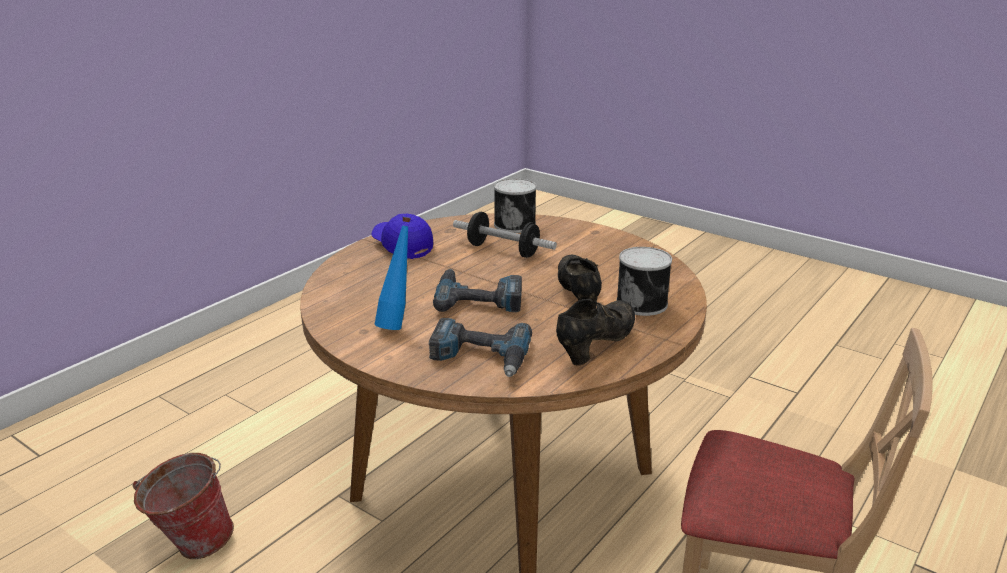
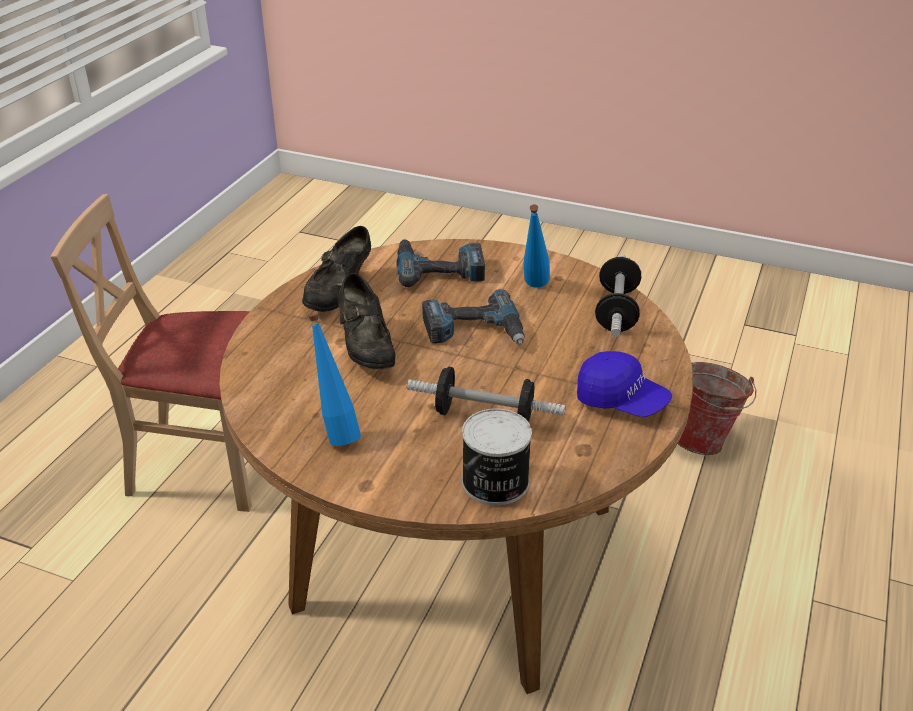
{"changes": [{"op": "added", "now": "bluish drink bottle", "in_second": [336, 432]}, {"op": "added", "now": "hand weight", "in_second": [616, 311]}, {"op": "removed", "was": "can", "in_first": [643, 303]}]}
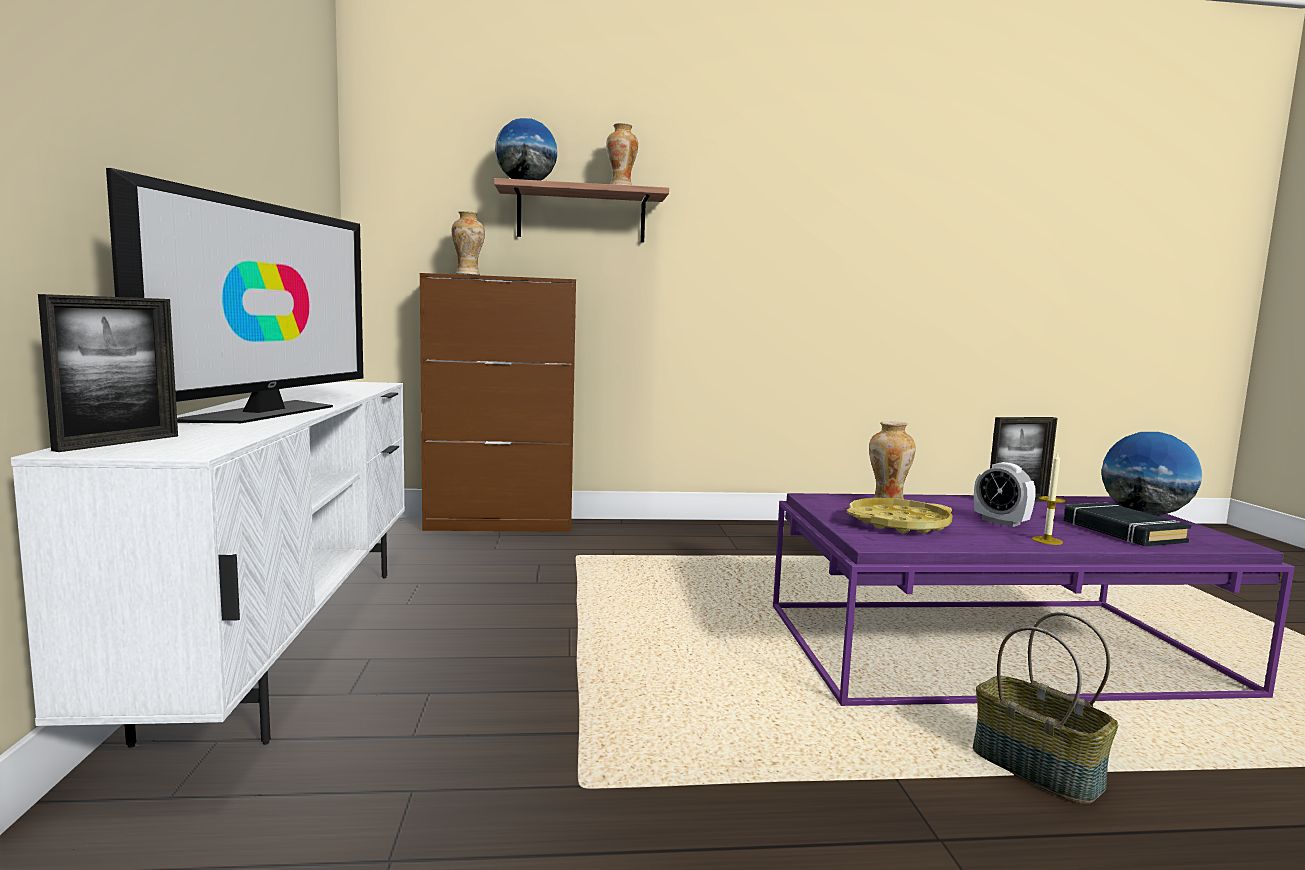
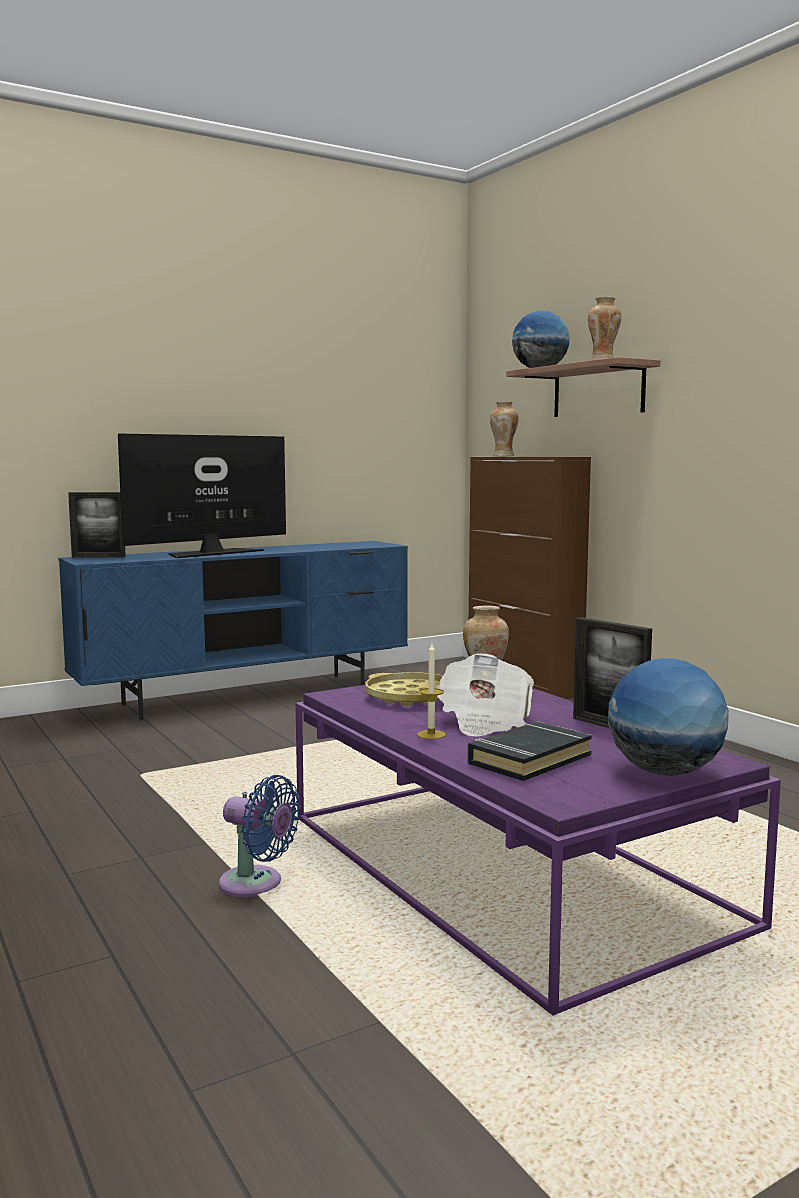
{"changes": [{"op": "recoloured", "was": "white tv unit", "now": "bluish tv unit", "in_first": [290, 640], "in_second": [249, 696]}, {"op": "turned", "was": "television", "in_first": [264, 413], "in_second": [212, 553], "clockwise": 150}, {"op": "replaced", "was": "basket", "now": "bluish fan", "in_first": [1034, 769], "in_second": [256, 884]}, {"op": "replaced", "was": "bedside clock", "now": "daily paper", "in_first": [1001, 522], "in_second": [484, 722]}]}
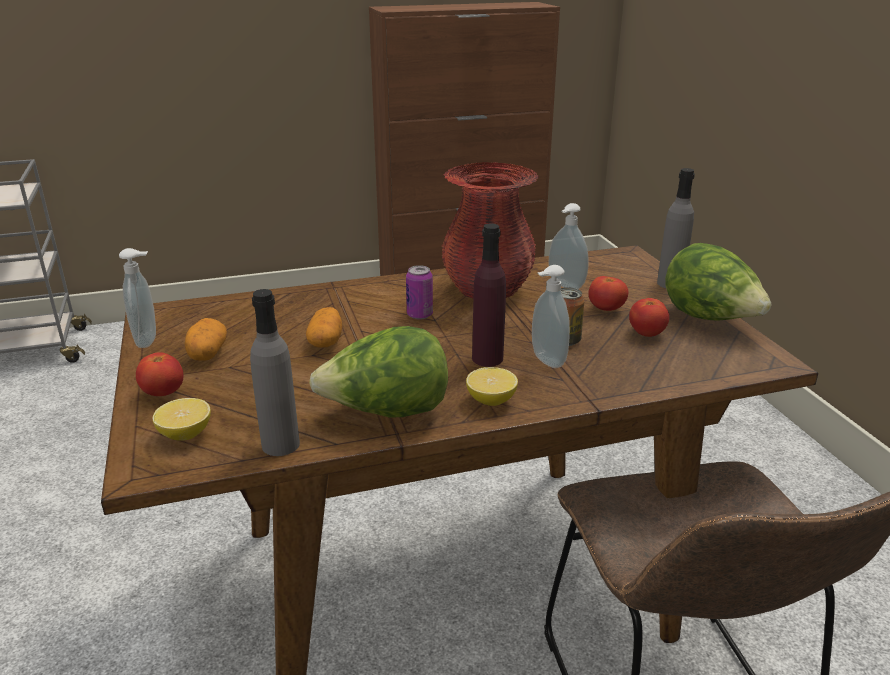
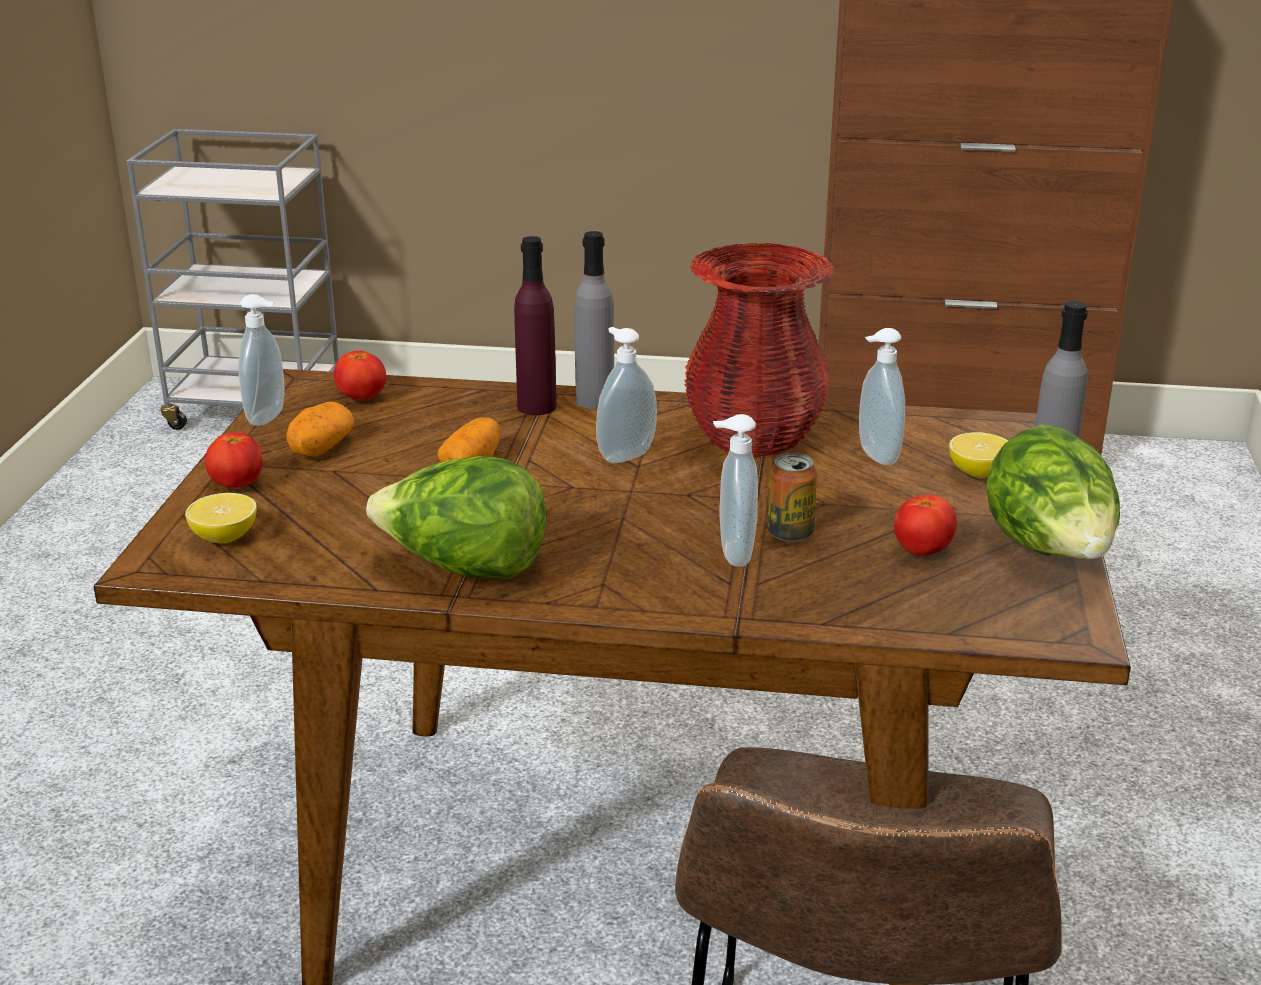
{"changes": [{"op": "moved", "was": "whole tomato", "in_first": [606, 309], "in_second": [362, 398]}, {"op": "moved", "was": "purple drink bottle", "in_first": [487, 358], "in_second": [537, 406]}, {"op": "moved", "was": "gray drink bottle", "in_first": [280, 444], "in_second": [595, 400]}, {"op": "replaced", "was": "can", "now": "soap bottle", "in_first": [419, 315], "in_second": [624, 454]}, {"op": "moved", "was": "lemon", "in_first": [491, 401], "in_second": [978, 473]}]}
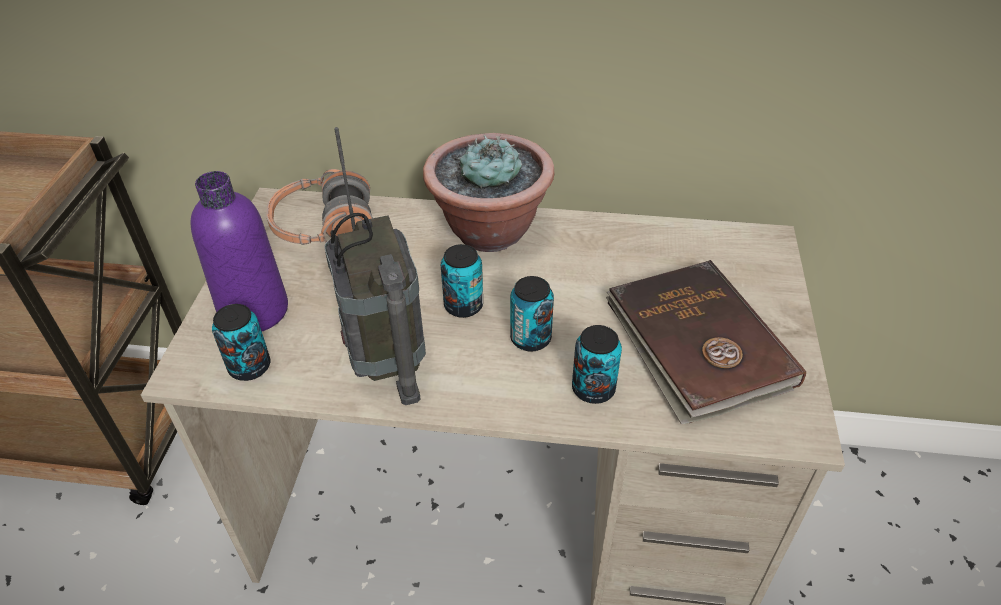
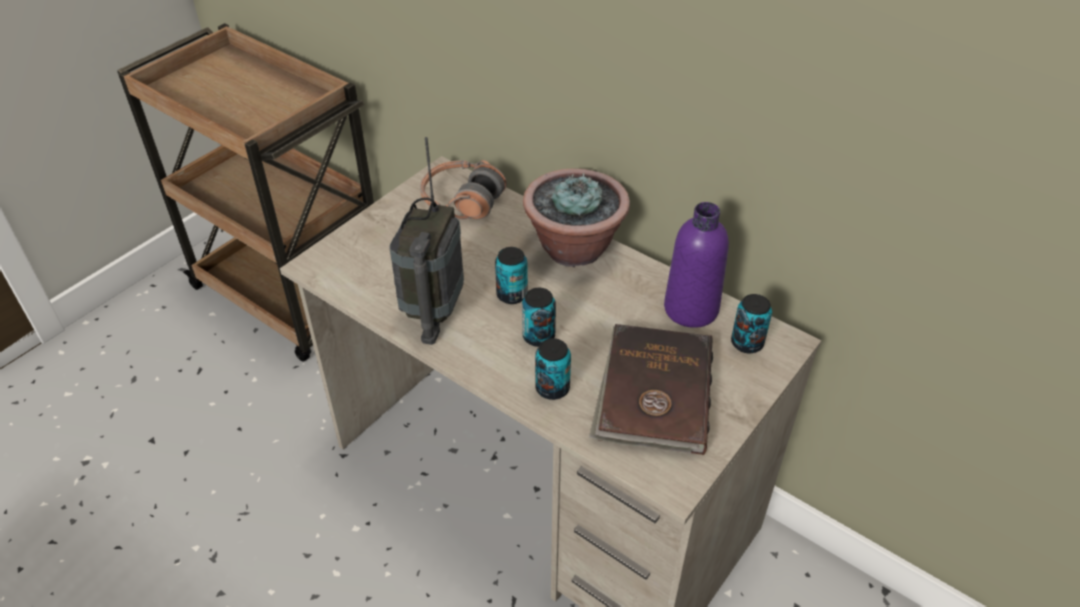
{"changes": [{"op": "moved", "was": "purple drink bottle", "in_first": [254, 310], "in_second": [691, 309]}, {"op": "moved", "was": "can", "in_first": [249, 367], "in_second": [747, 343]}]}
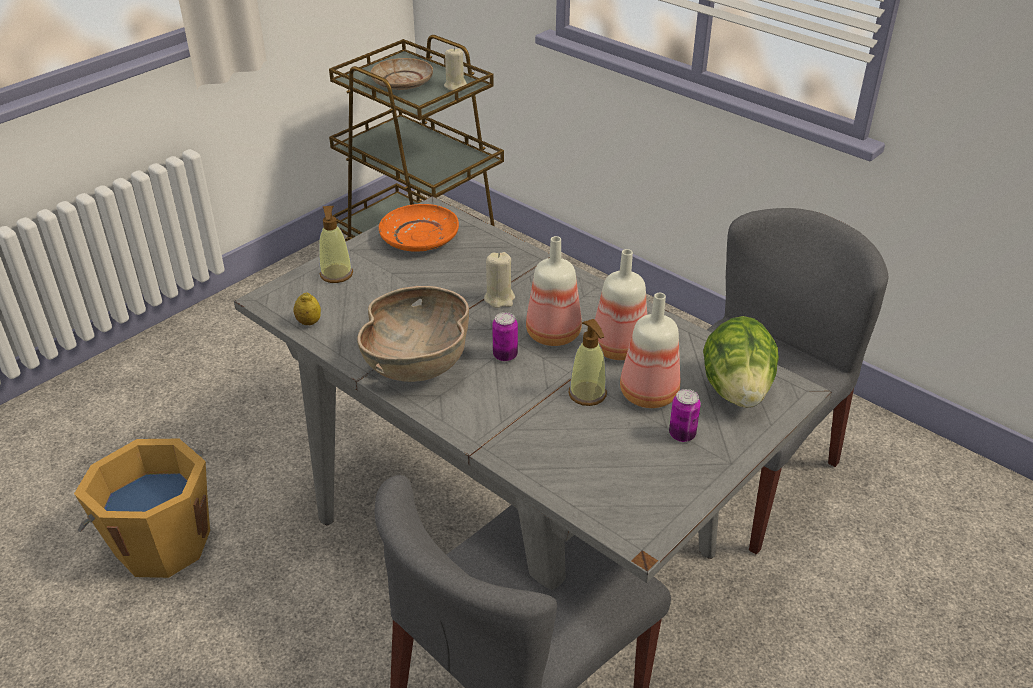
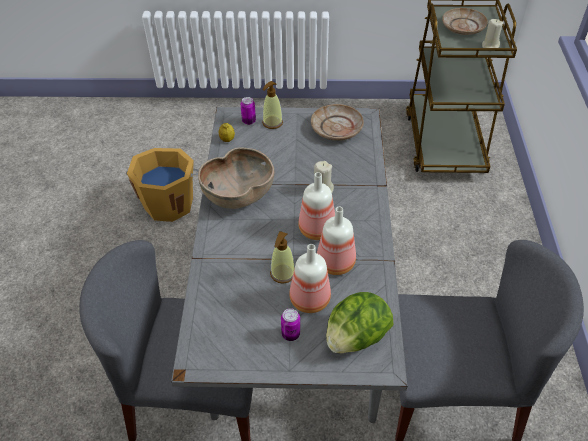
{"changes": [{"op": "moved", "was": "can", "in_first": [505, 355], "in_second": [249, 121]}, {"op": "recoloured", "was": "orangey dinner plate", "now": "sand-coloured dinner plate", "in_first": [420, 238], "in_second": [336, 128]}]}
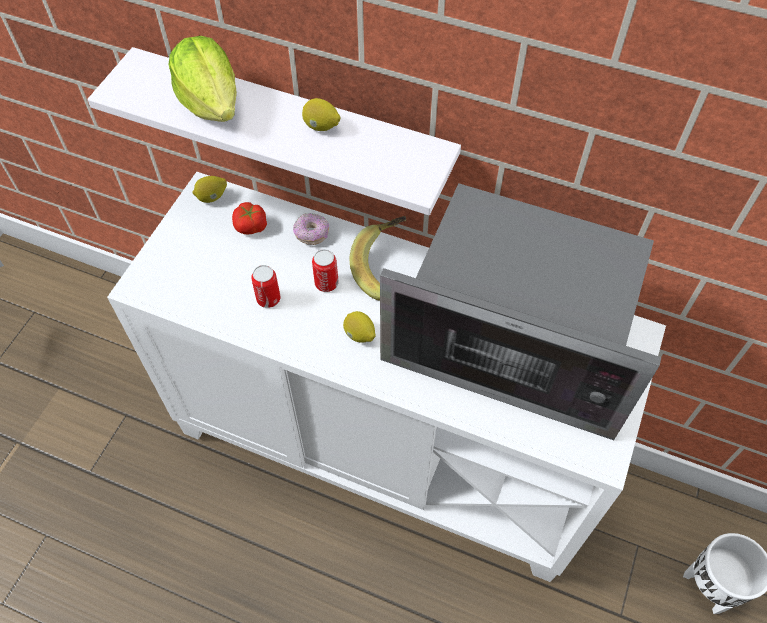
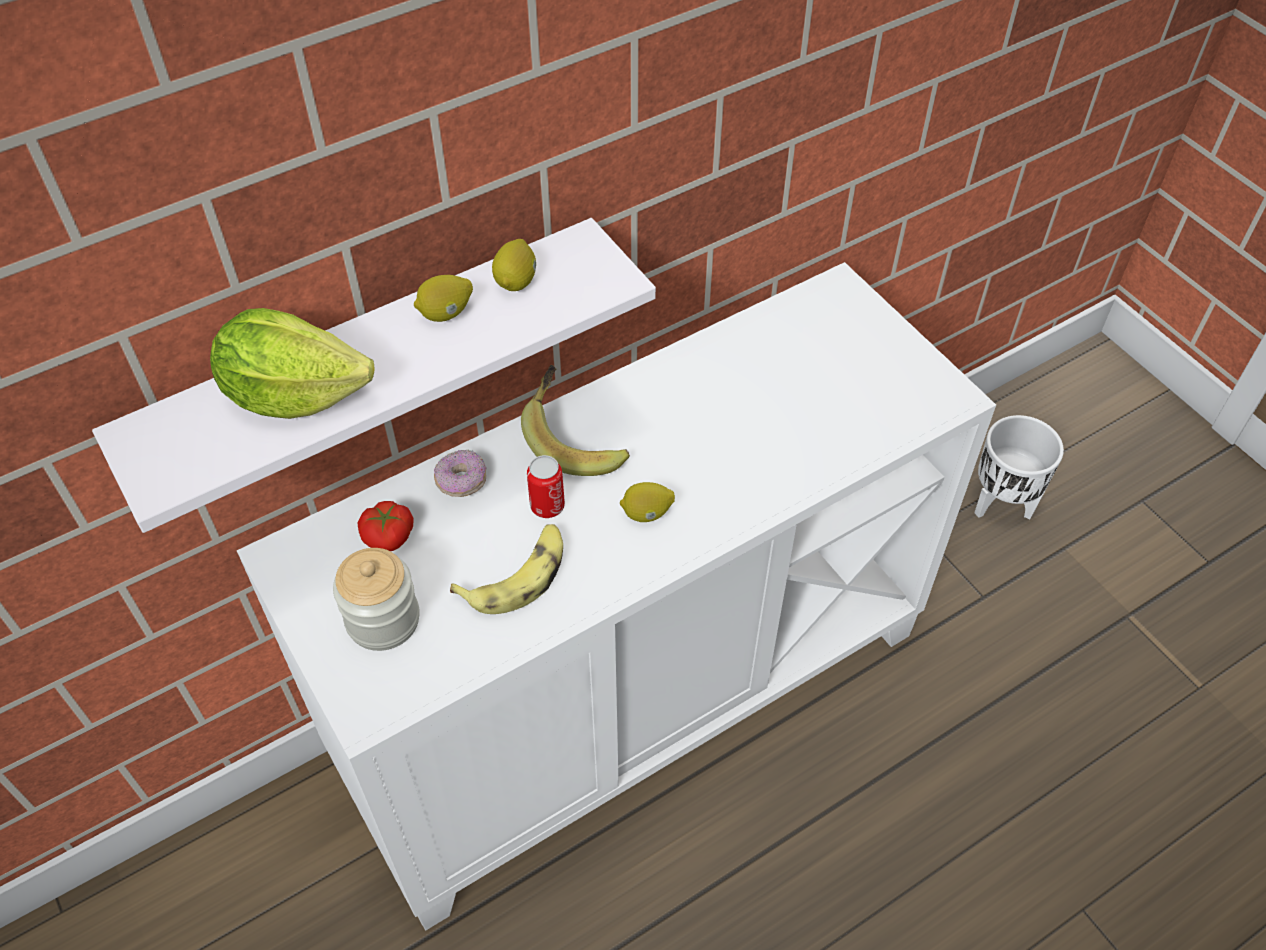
{"changes": [{"op": "added", "now": "jar", "in_second": [383, 620]}, {"op": "replaced", "was": "can", "now": "whole banana", "in_first": [268, 299], "in_second": [517, 575]}, {"op": "moved", "was": "lemon", "in_first": [212, 197], "in_second": [516, 281]}, {"op": "removed", "was": "microwave", "in_first": [512, 348]}]}
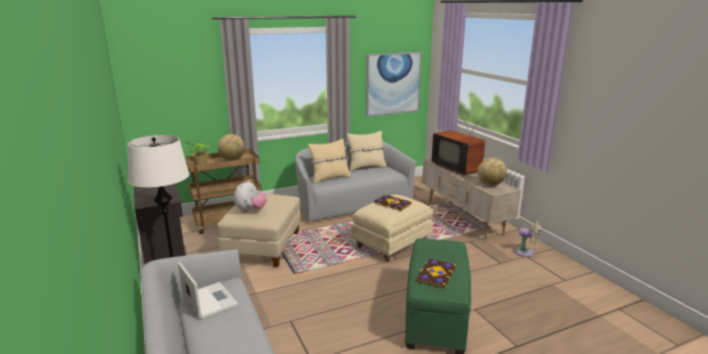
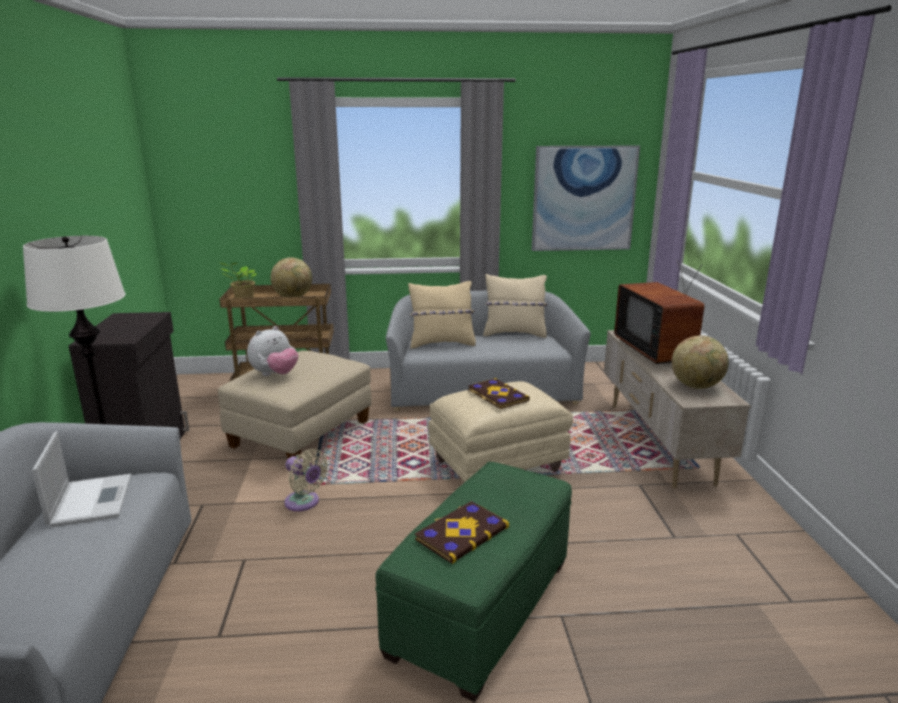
{"changes": [{"op": "moved", "was": "sand-coloured fan", "in_first": [526, 252], "in_second": [304, 503]}]}
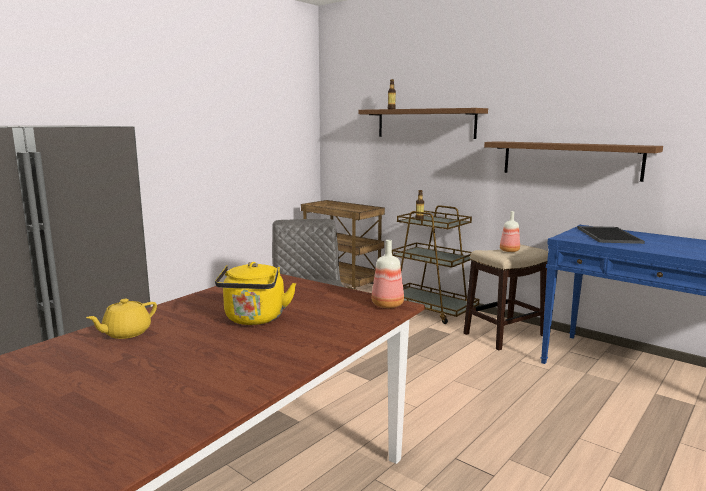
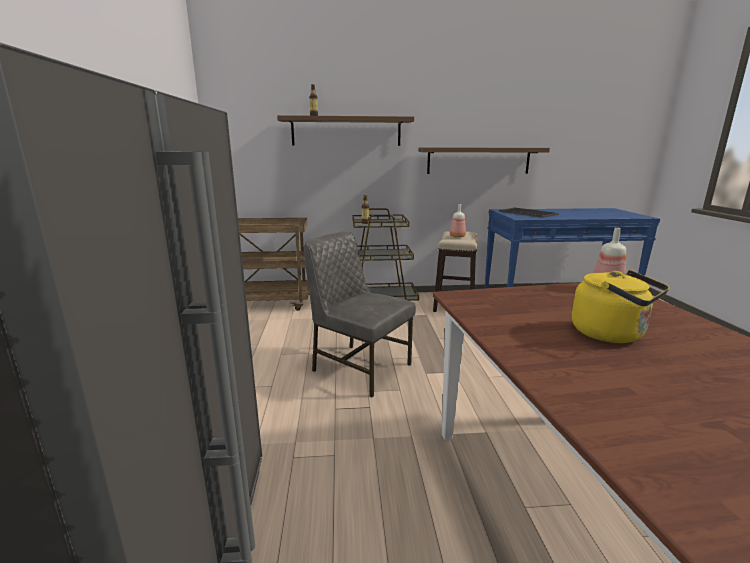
{"changes": [{"op": "removed", "was": "yellow-coloured teapot", "in_first": [126, 333]}]}
